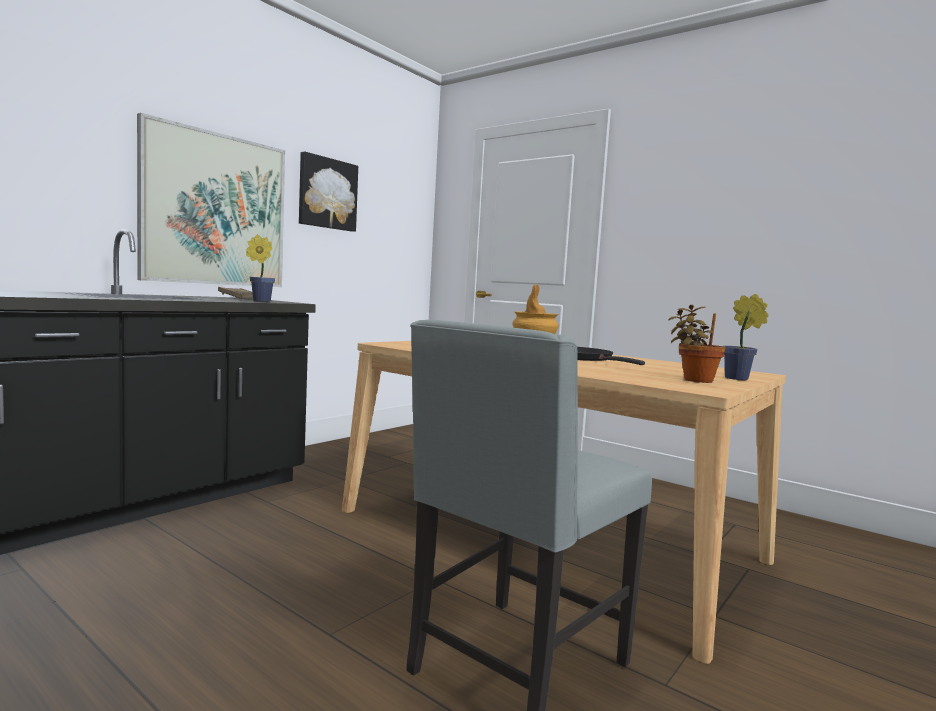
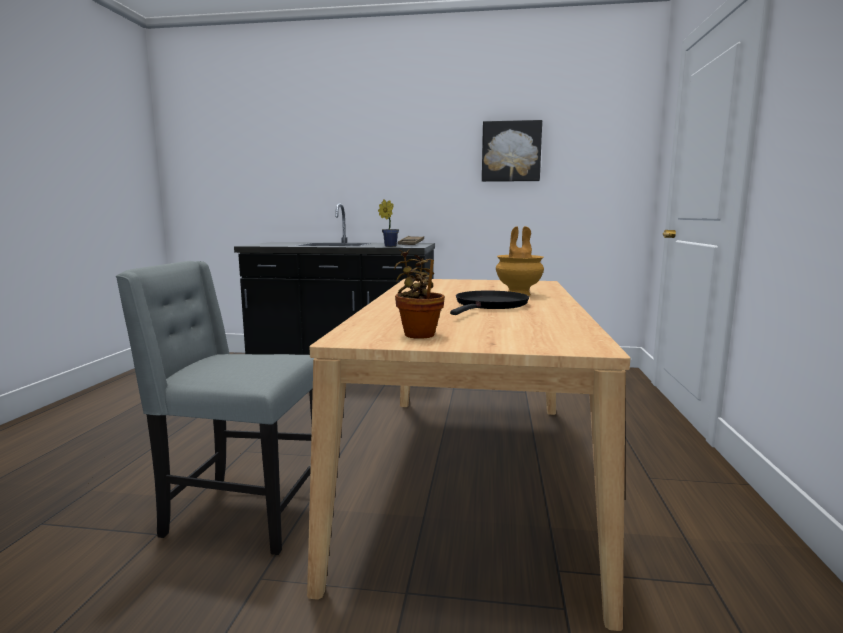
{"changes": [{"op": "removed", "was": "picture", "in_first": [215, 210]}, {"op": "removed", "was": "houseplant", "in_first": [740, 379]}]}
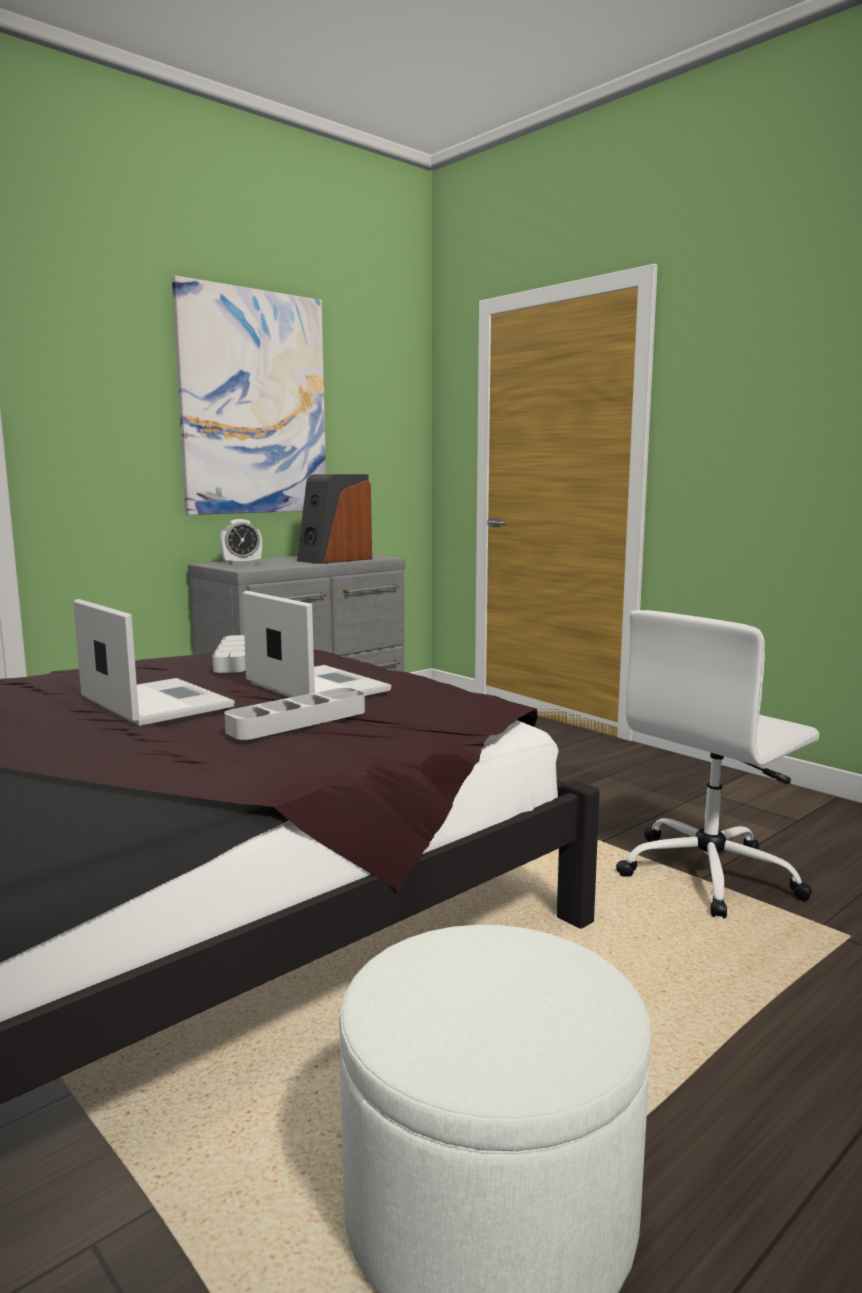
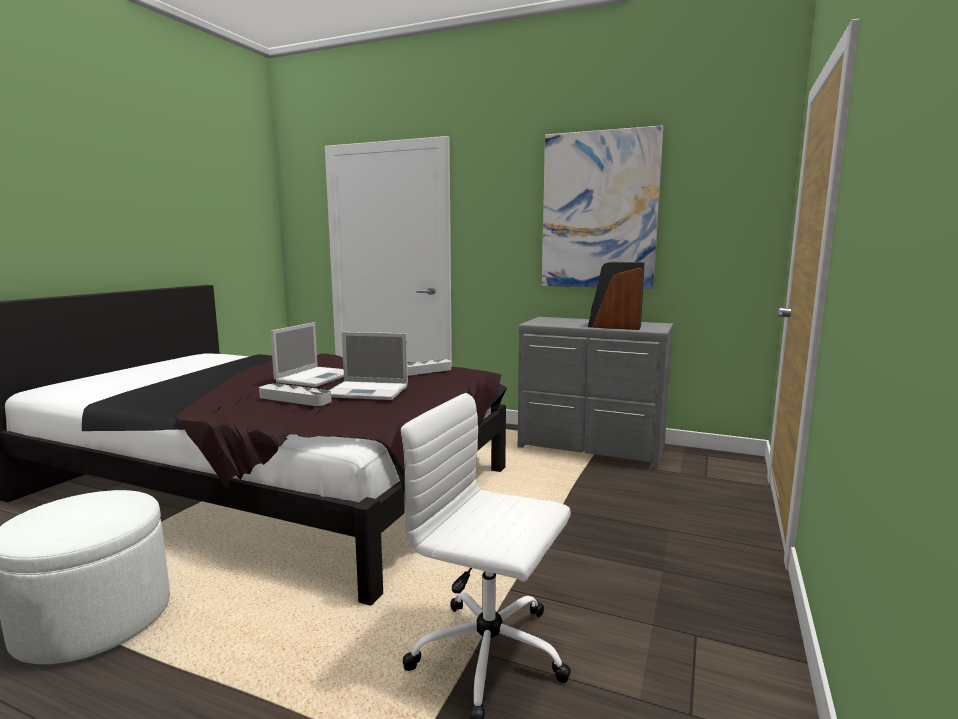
{"changes": [{"op": "turned", "was": "portable computer", "in_first": [315, 687], "in_second": [369, 391], "clockwise": 75}, {"op": "removed", "was": "bedside clock", "in_first": [242, 564]}]}
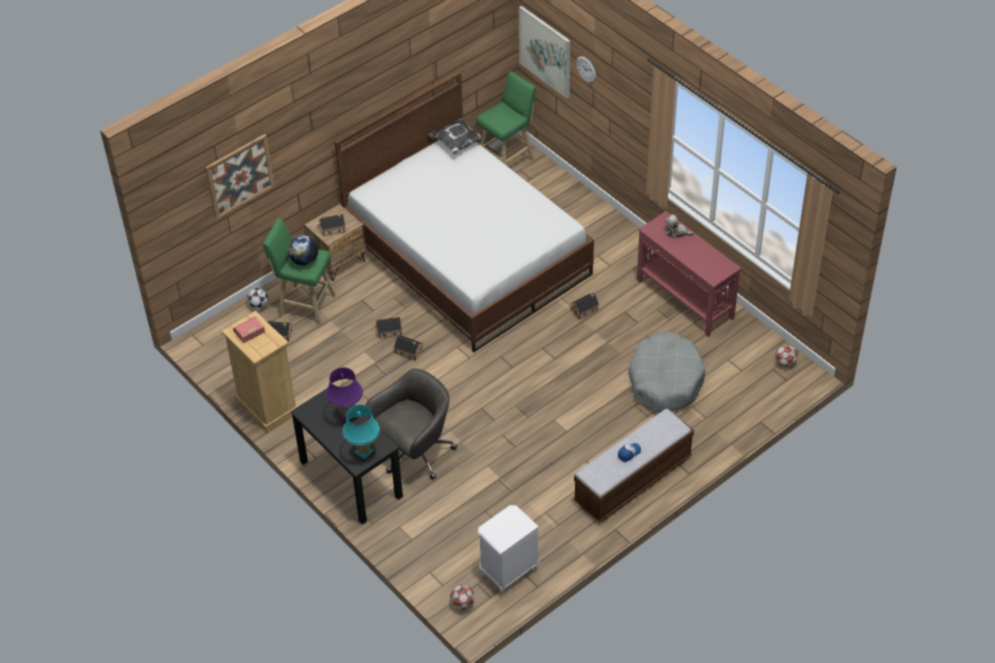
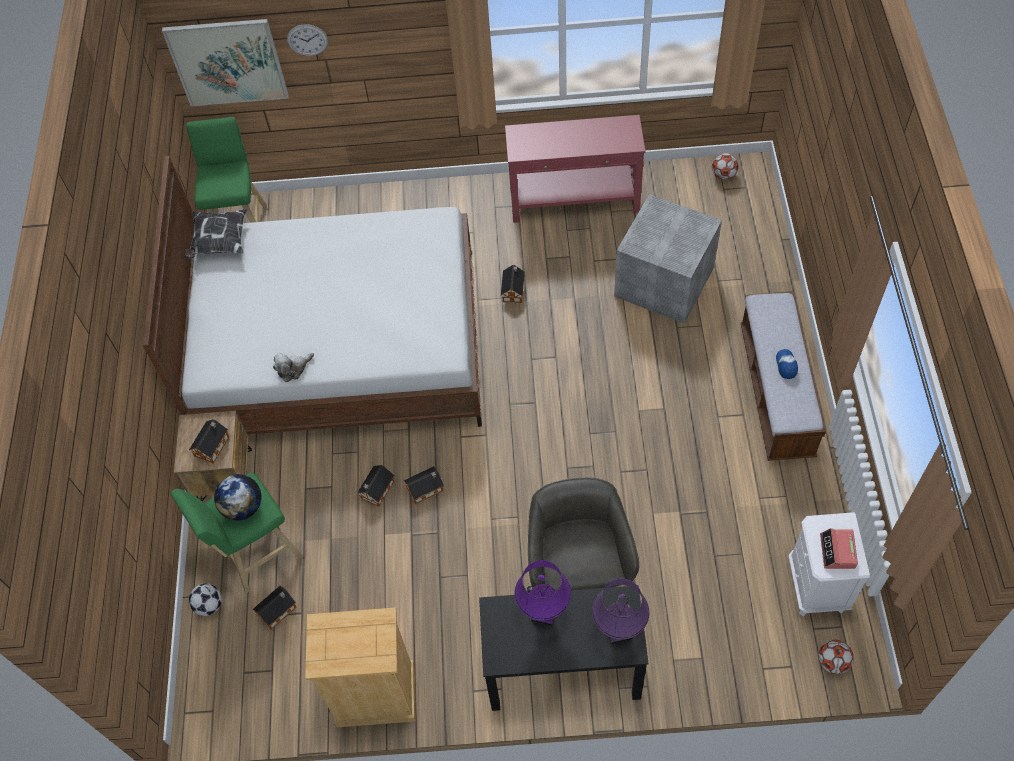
{"changes": [{"op": "moved", "was": "cuddly toy", "in_first": [677, 232], "in_second": [293, 369]}, {"op": "recoloured", "was": "blue-green table lamp", "now": "purple table lamp", "in_first": [363, 453], "in_second": [618, 631]}, {"op": "replaced", "was": "gray dog bed", "now": "gray storage box", "in_first": [665, 380], "in_second": [666, 281]}, {"op": "moved", "was": "bedside clock", "in_first": [249, 331], "in_second": [837, 551]}, {"op": "removed", "was": "picture", "in_first": [239, 176]}]}
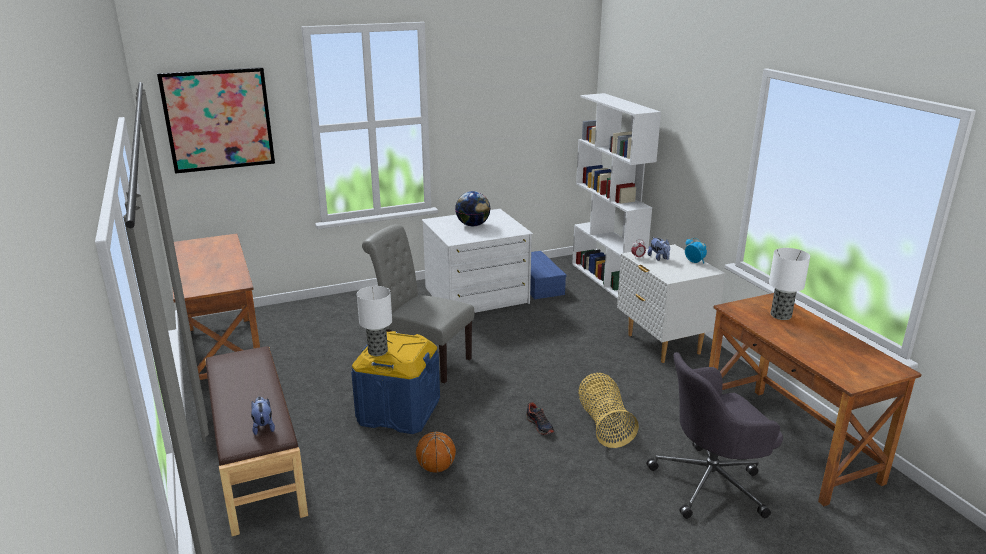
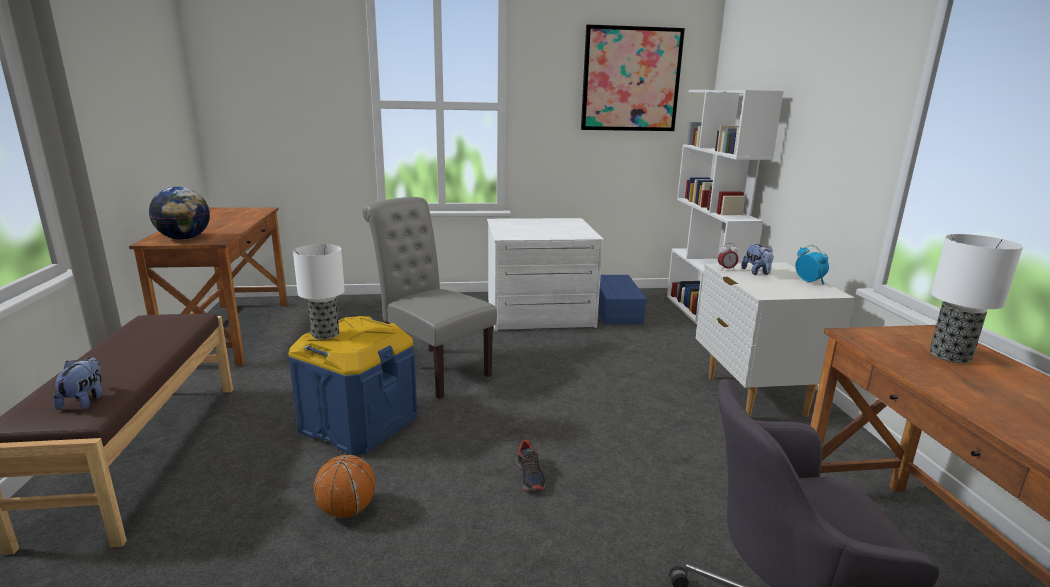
{"changes": [{"op": "moved", "was": "desk globe", "in_first": [473, 225], "in_second": [184, 239]}, {"op": "moved", "was": "picture", "in_first": [218, 119], "in_second": [631, 79]}, {"op": "removed", "was": "basket", "in_first": [604, 424]}]}
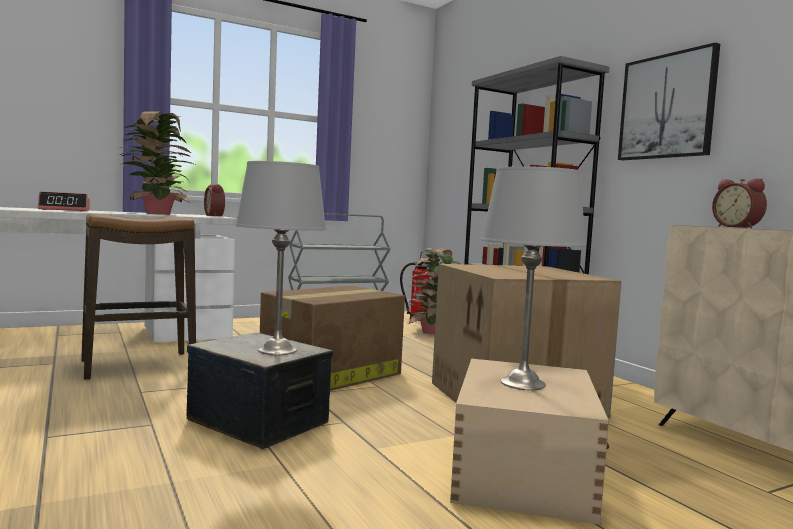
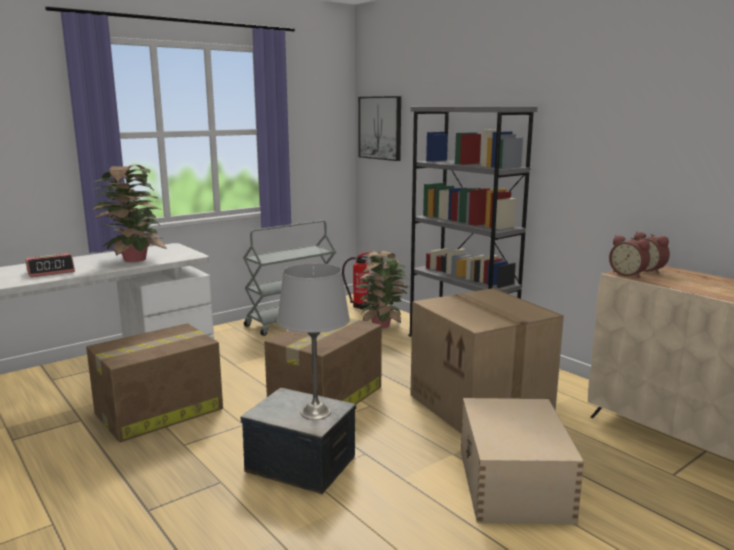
{"changes": [{"op": "replaced", "was": "stool", "now": "cardboard box", "in_first": [137, 366], "in_second": [157, 412]}, {"op": "moved", "was": "picture", "in_first": [667, 106], "in_second": [380, 128]}, {"op": "moved", "was": "bedside clock", "in_first": [216, 216], "in_second": [628, 274]}, {"op": "removed", "was": "gray table lamp", "in_first": [523, 383]}]}
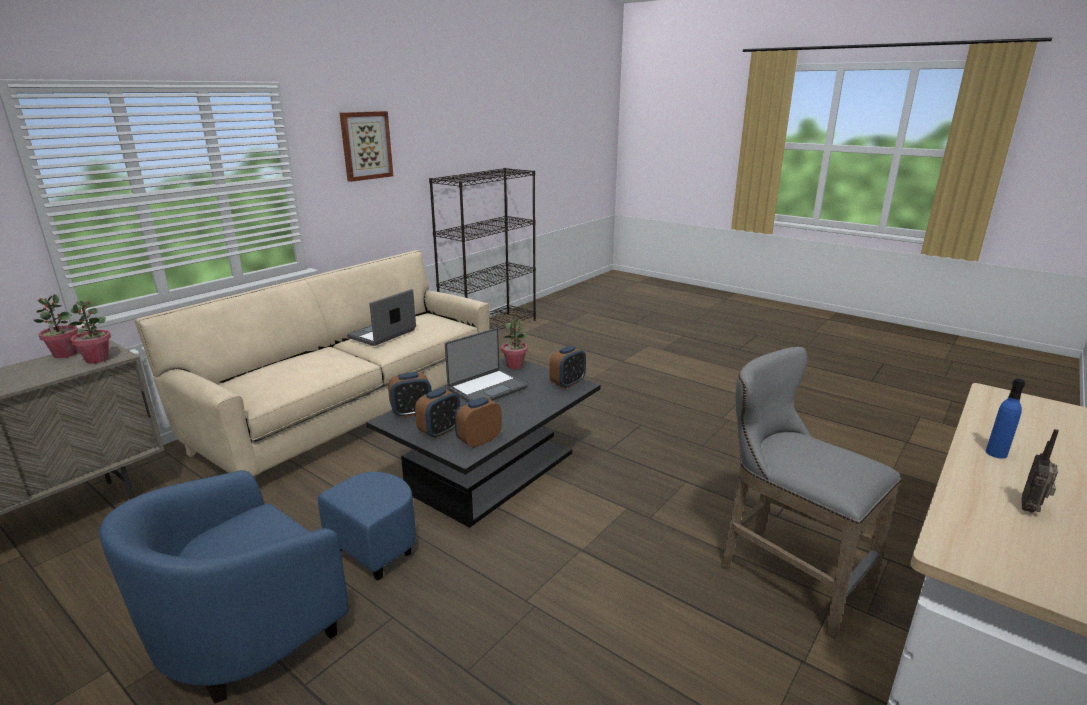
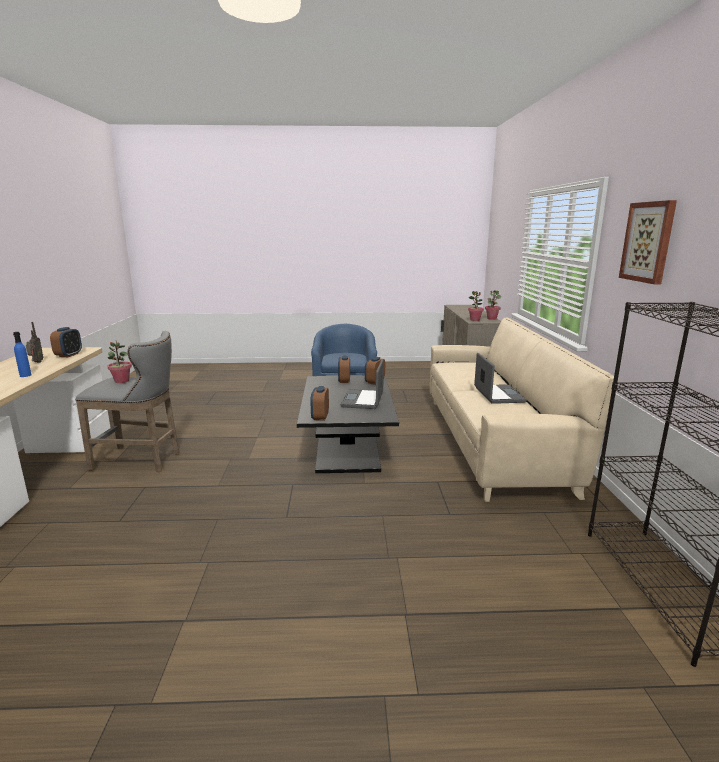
{"changes": [{"op": "moved", "was": "bedside clock", "in_first": [479, 440], "in_second": [69, 355]}, {"op": "moved", "was": "houseplant", "in_first": [515, 365], "in_second": [121, 381]}]}
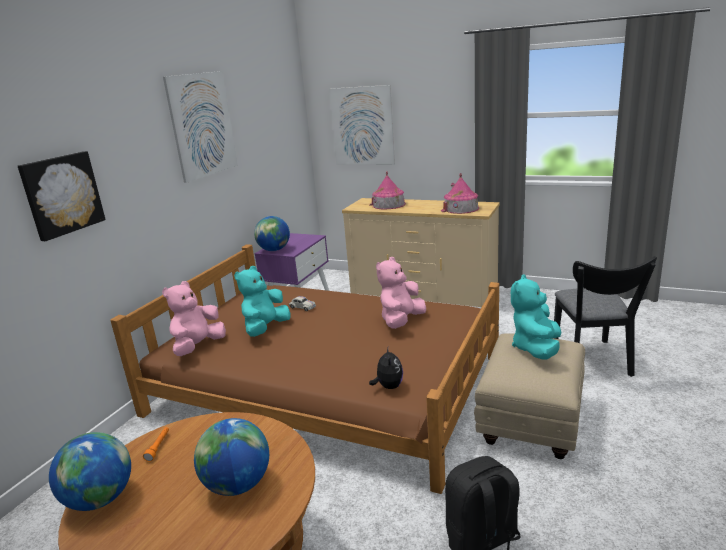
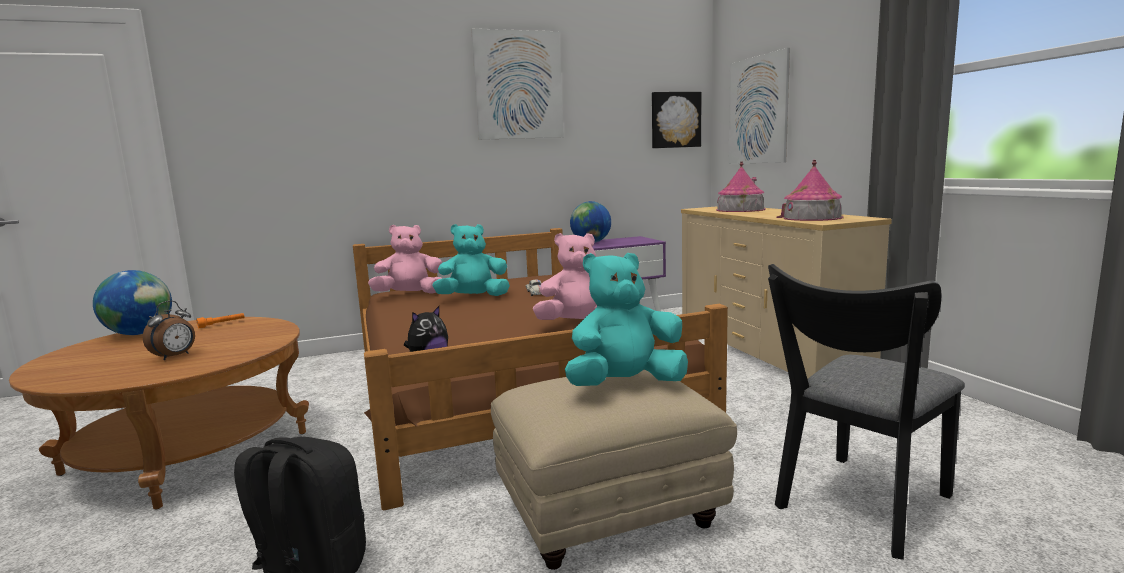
{"changes": [{"op": "replaced", "was": "desk globe", "now": "bedside clock", "in_first": [238, 485], "in_second": [175, 356]}, {"op": "moved", "was": "picture", "in_first": [62, 194], "in_second": [675, 120]}]}
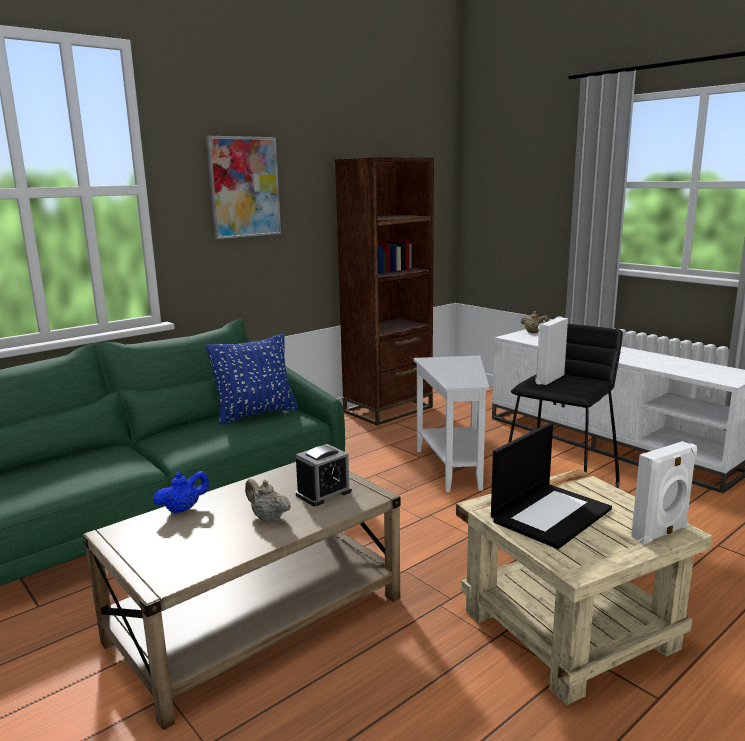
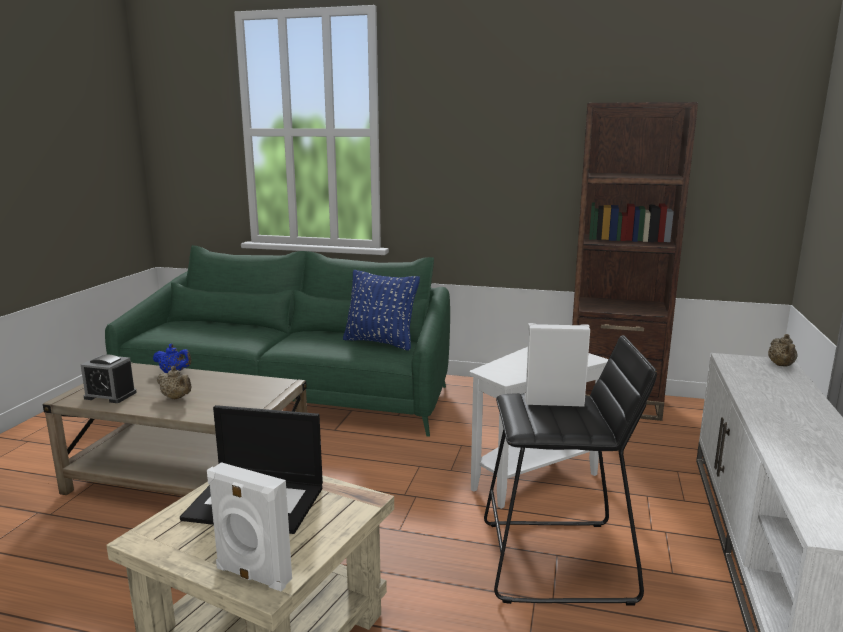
{"changes": [{"op": "moved", "was": "bedside clock", "in_first": [323, 493], "in_second": [110, 395]}, {"op": "turned", "was": "sand-coloured teapot", "in_first": [267, 517], "in_second": [176, 398], "clockwise": 120}, {"op": "removed", "was": "picture", "in_first": [244, 187]}]}
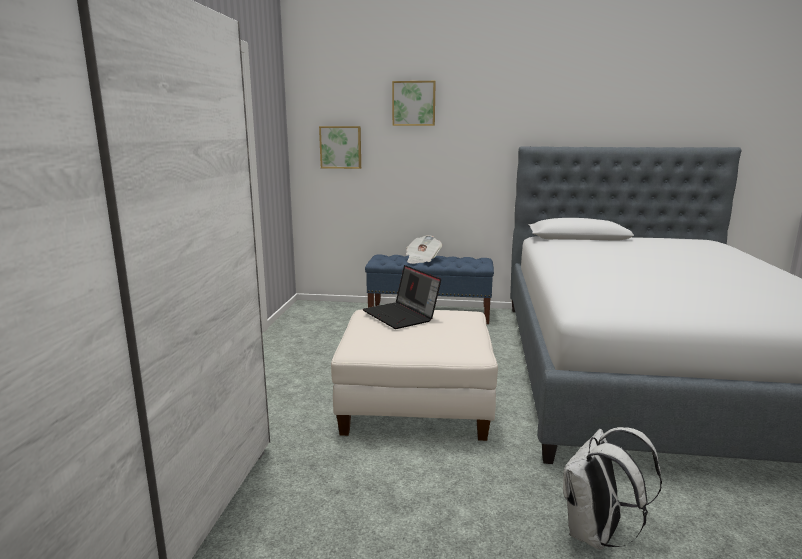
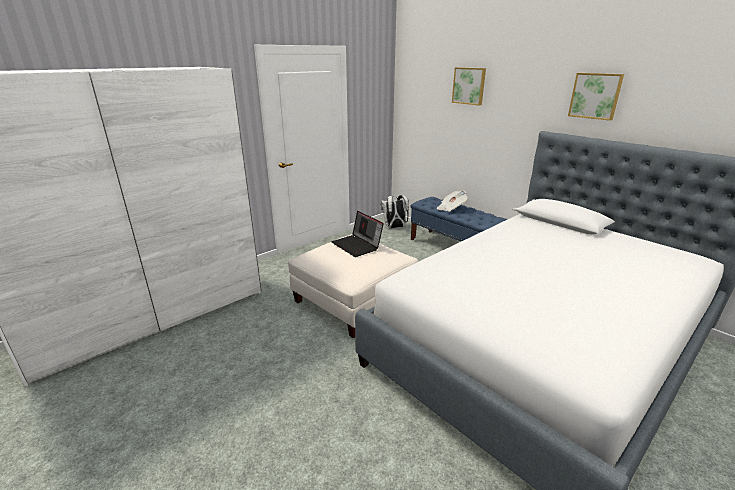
{"changes": [{"op": "turned", "was": "portable computer", "in_first": [401, 315], "in_second": [357, 245], "clockwise": -45}, {"op": "moved", "was": "white backpack", "in_first": [596, 535], "in_second": [394, 227]}, {"op": "moved", "was": "picture", "in_first": [341, 147], "in_second": [595, 96]}]}
